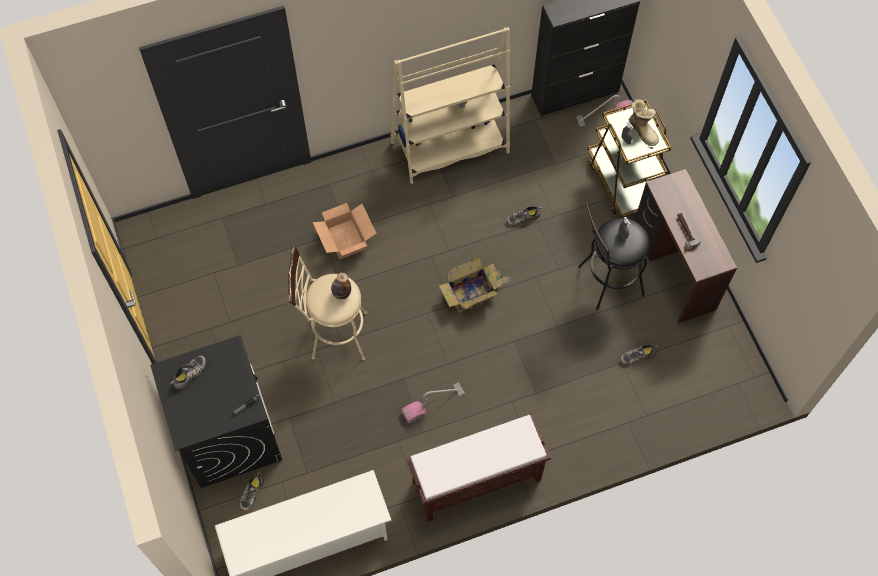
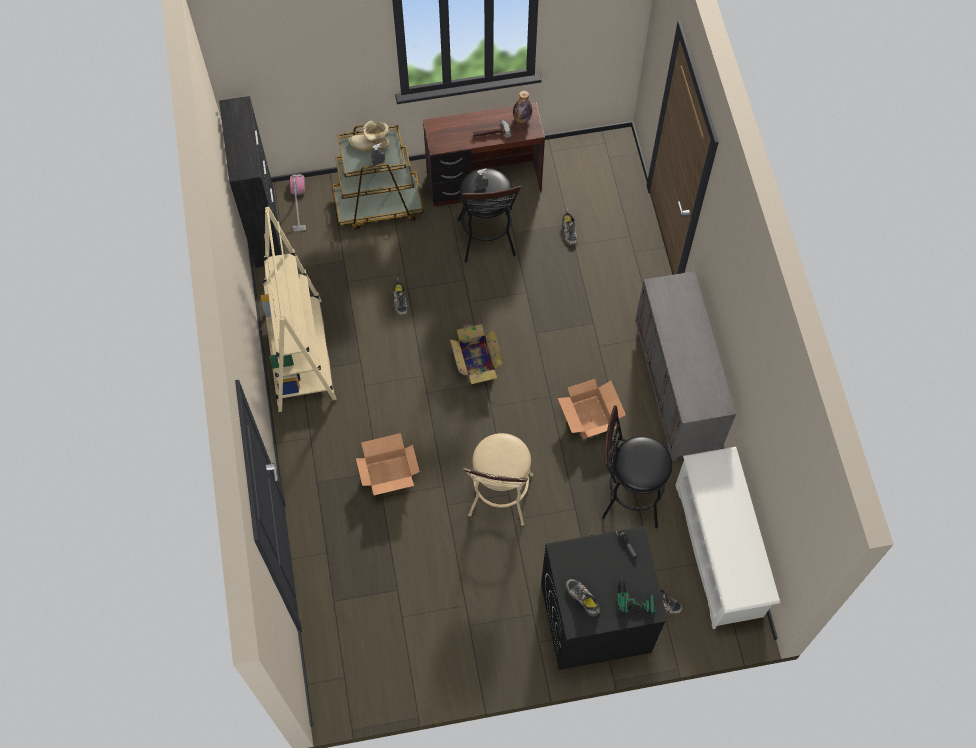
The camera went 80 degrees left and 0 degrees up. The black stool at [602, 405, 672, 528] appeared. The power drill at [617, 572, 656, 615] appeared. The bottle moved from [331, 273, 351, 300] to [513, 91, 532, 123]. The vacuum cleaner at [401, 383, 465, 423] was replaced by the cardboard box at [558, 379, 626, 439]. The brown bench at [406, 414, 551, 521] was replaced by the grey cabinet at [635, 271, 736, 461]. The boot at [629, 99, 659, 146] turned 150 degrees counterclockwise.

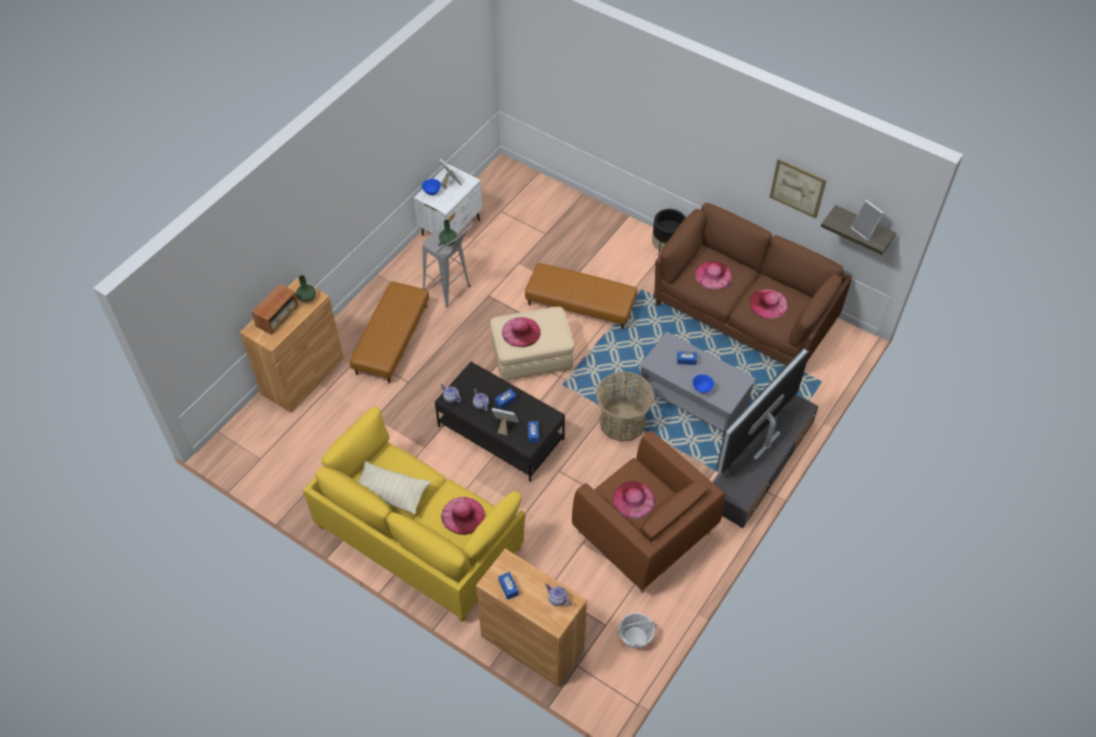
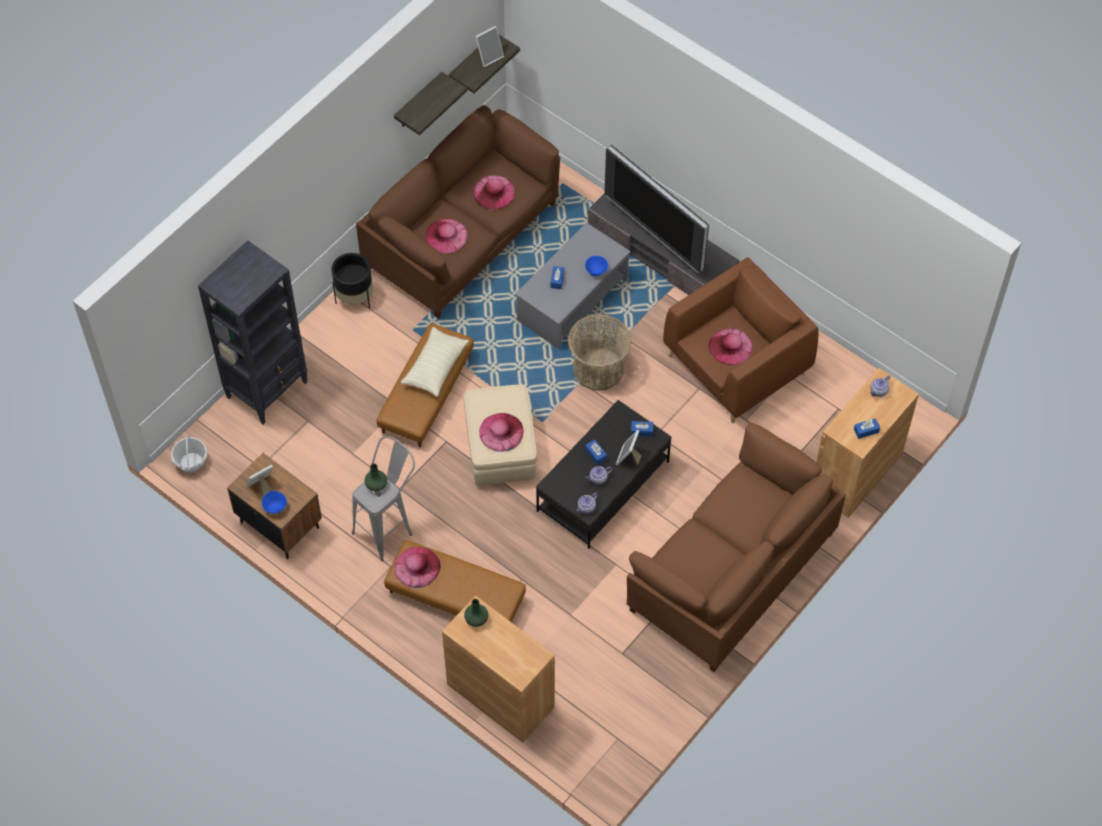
The camera went 85 degrees left and 5 degrees up. The radio at [251, 284, 299, 335] disappeared. The black bookcase at [198, 240, 308, 425] appeared. The beige pillow moved from [358, 461, 431, 514] to [401, 327, 469, 397]. The pink hat moved from [441, 497, 485, 535] to [395, 547, 441, 588]. The basket moved from [617, 613, 657, 648] to [171, 434, 207, 473]. The picture at [770, 158, 827, 219] was replaced by the shelf at [394, 72, 467, 135]. The yellow sofa at [303, 407, 525, 622] became the brown sofa at [627, 423, 846, 672]. The white nightstand at [414, 164, 483, 236] became the brown nightstand at [227, 453, 322, 559].

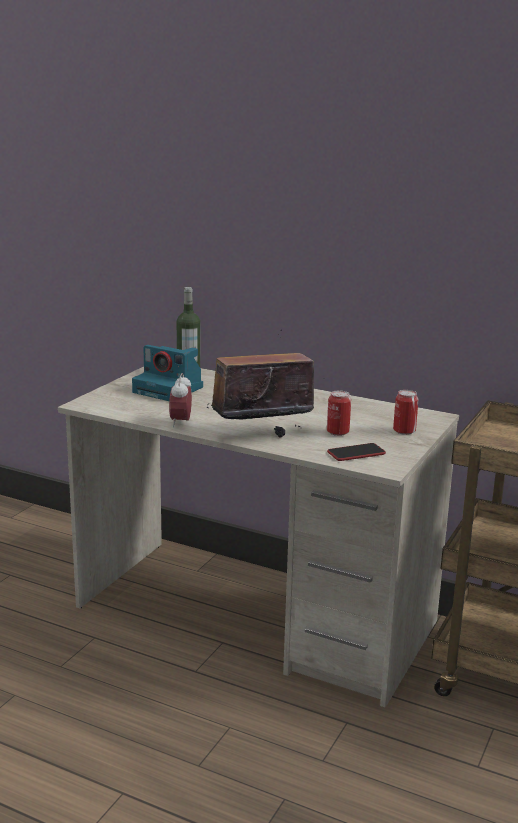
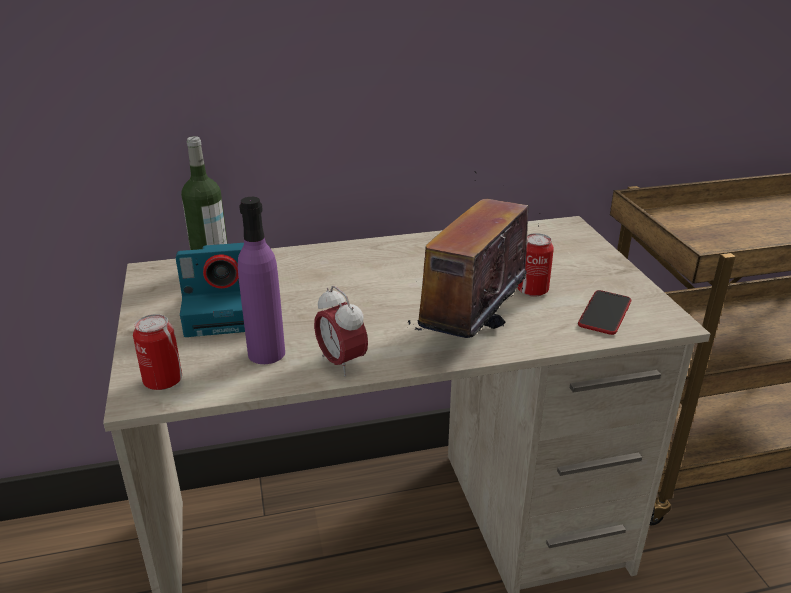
The camera went 40 degrees left and 10 degrees up. The purple bottle at [238, 197, 285, 364] appeared. The can moved from [393, 390, 418, 435] to [133, 314, 182, 390].

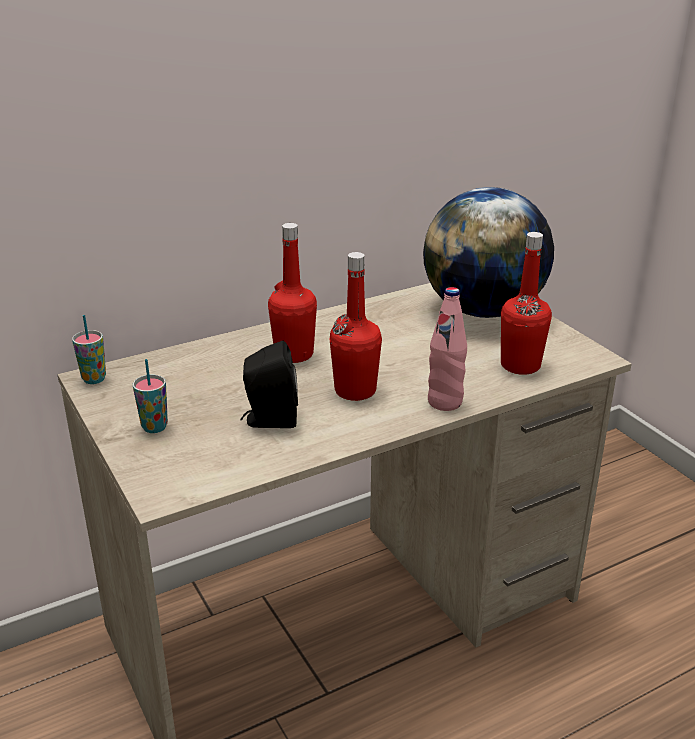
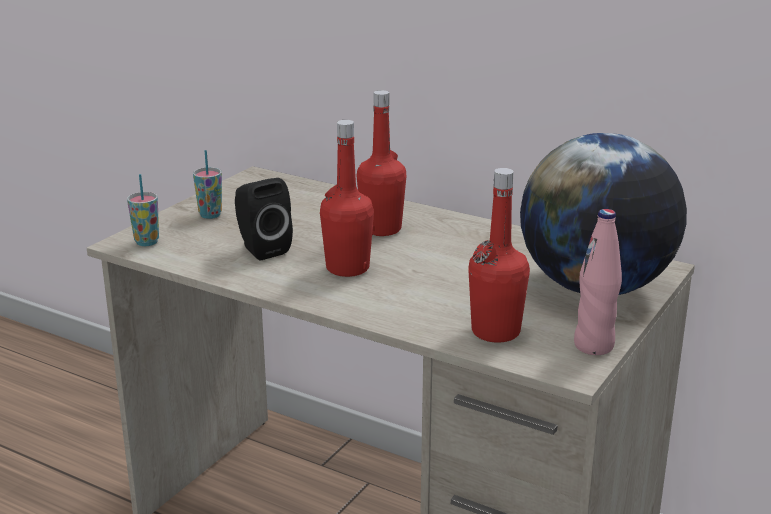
The camera went 60 degrees right and 5 degrees down. The cup moved from [72, 315, 106, 384] to [127, 174, 159, 246]. The pink bottle moved from [428, 287, 467, 411] to [574, 209, 622, 355].

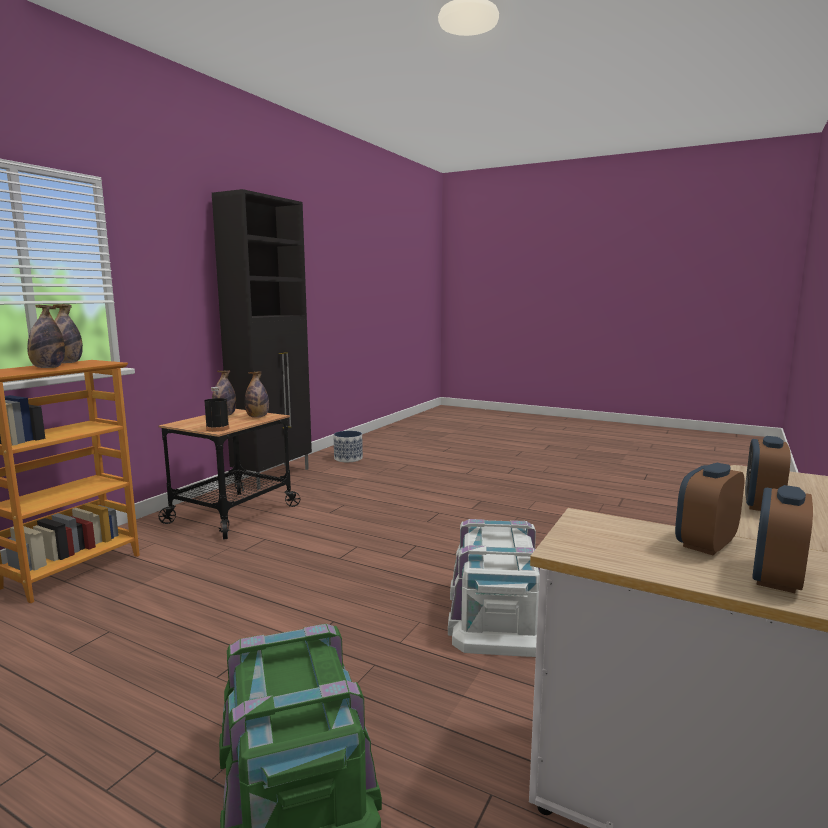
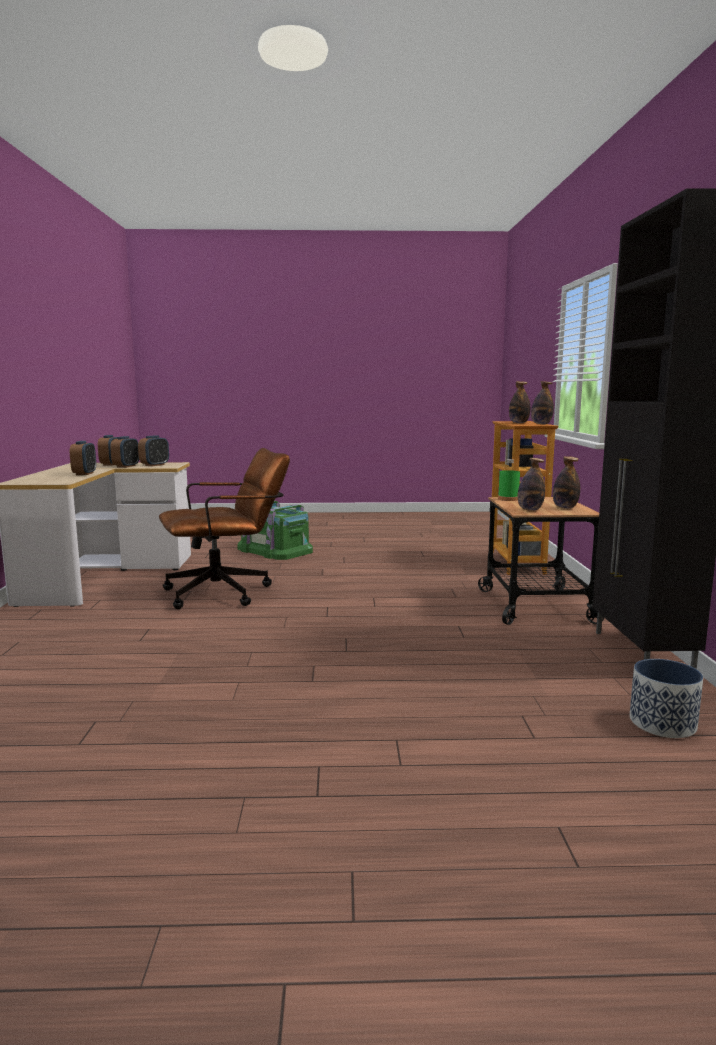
The camera went 150 degrees right and 0 degrees up. The alarm clock at [138, 435, 169, 466] appeared. The white storage box at [448, 519, 540, 657] was replaced by the brown office chair at [159, 448, 290, 609]. The black bottle at [204, 387, 229, 432] became the green bottle at [498, 459, 520, 501].

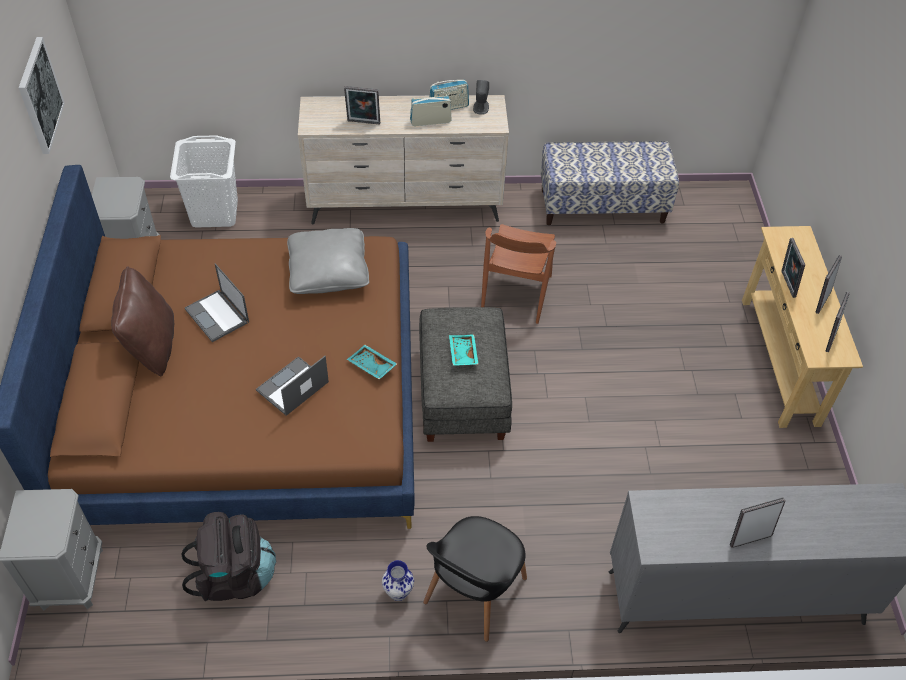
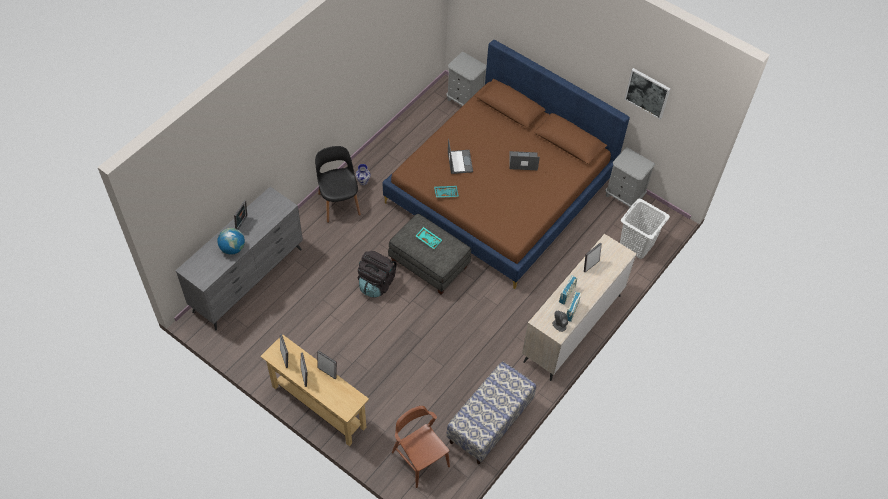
The camera went 130 degrees right and 5 degrees up. The brown pillow at [111, 266, 174, 376] disappeared. The grey pillow at [287, 228, 369, 294] disappeared. The globe at [217, 228, 245, 255] appeared. The black backpack moved from [181, 512, 276, 601] to [358, 251, 397, 297]. The brown chair moved from [481, 224, 556, 324] to [392, 406, 450, 488].

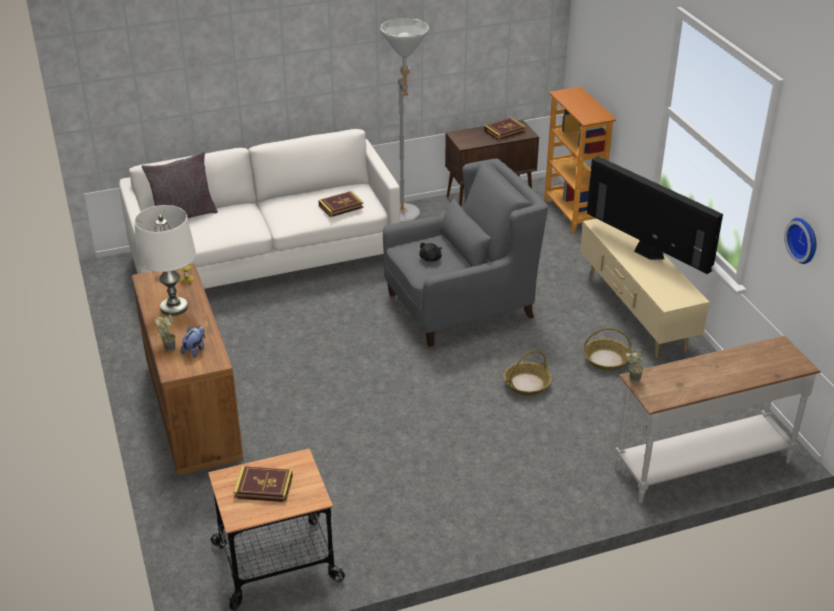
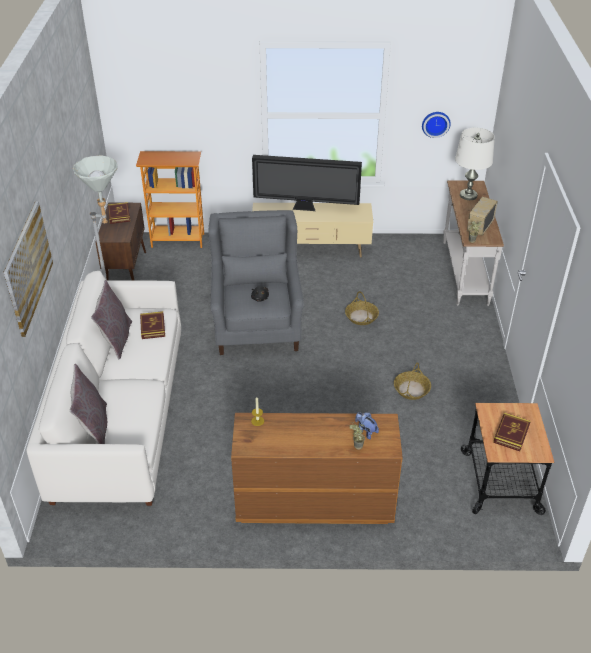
The camera went 70 degrees left and 5 degrees up. The picture at [3, 201, 53, 337] appeared. The grey pillow at [91, 280, 132, 359] appeared. The radio at [467, 197, 498, 236] appeared. The white table lamp moved from [134, 205, 196, 316] to [455, 128, 495, 200]. The basket moved from [584, 328, 631, 371] to [394, 362, 431, 400]. The television at [587, 156, 723, 274] turned 150 degrees counterclockwise.

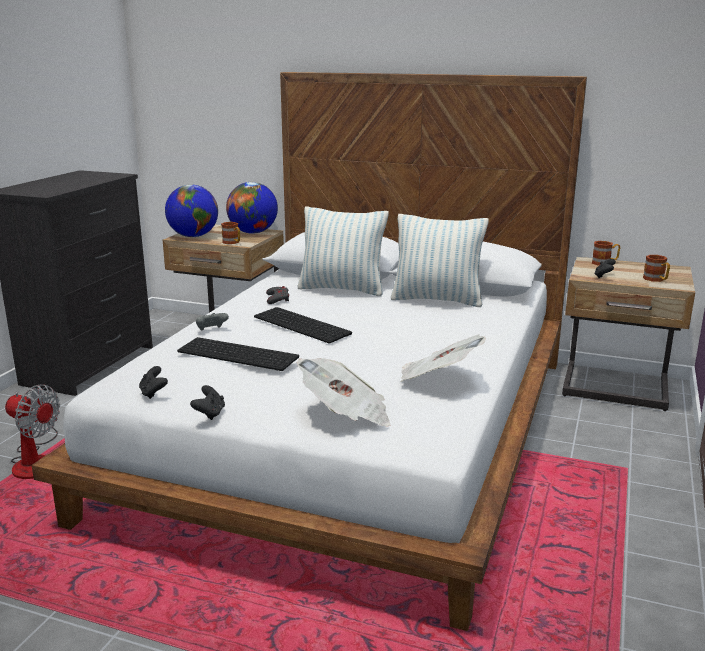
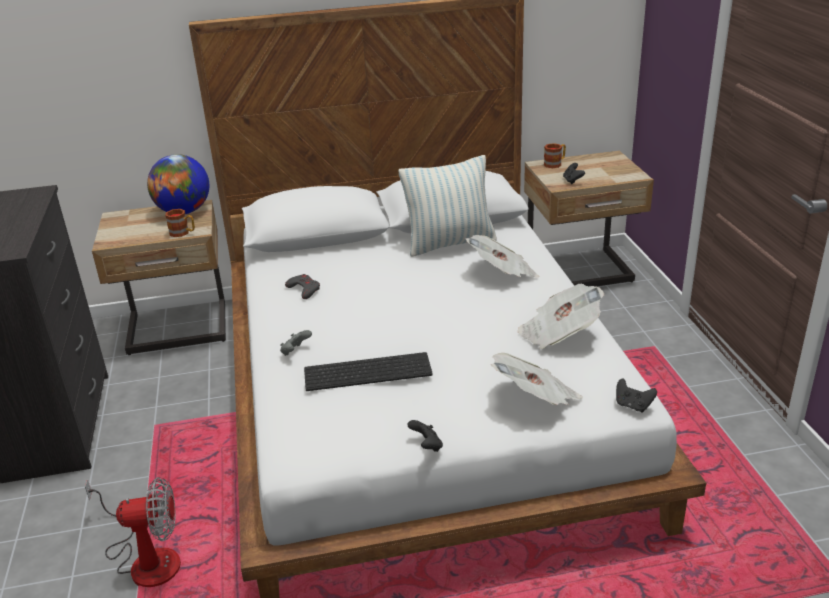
The camera went 30 degrees left and 10 degrees up. The globe at [165, 185, 218, 237] disappeared. The keyboard at [254, 307, 352, 343] disappeared. The pillow at [298, 206, 389, 296] disappeared. The mug at [643, 255, 670, 282] disappeared. The newspaper at [466, 235, 539, 277] appeared. The black game controller moved from [139, 366, 168, 399] to [616, 378, 657, 413].

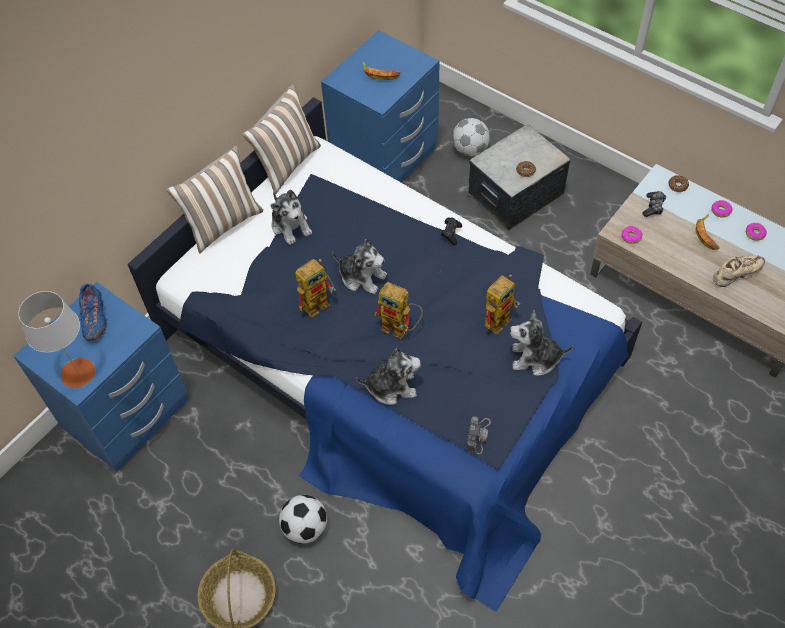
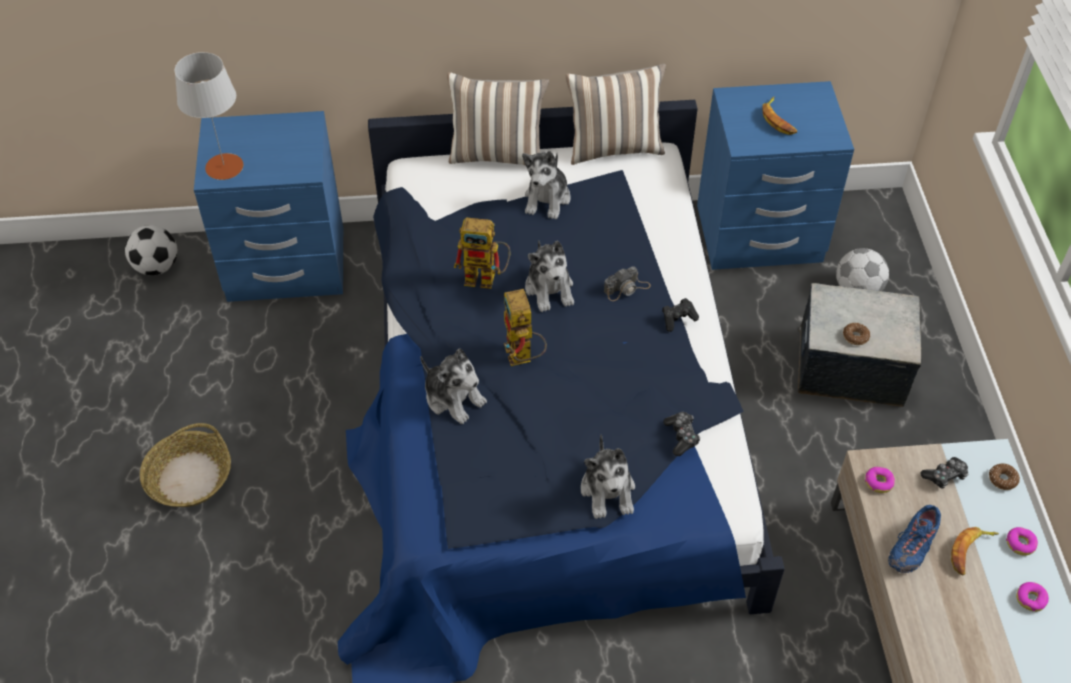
The camera went 45 degrees right and 5 degrees down. The toy robot at [484, 274, 520, 335] disappeared. The beige shoe at [713, 255, 765, 287] disappeared. The game controller at [663, 412, 700, 456] appeared. The blue shoe moved from [79, 284, 107, 341] to [888, 505, 941, 573]. The football moved from [279, 495, 327, 544] to [125, 225, 177, 275]. The photo camera moved from [467, 416, 491, 454] to [604, 266, 651, 301]. The plush toy at [510, 310, 573, 376] turned 150 degrees counterclockwise.

